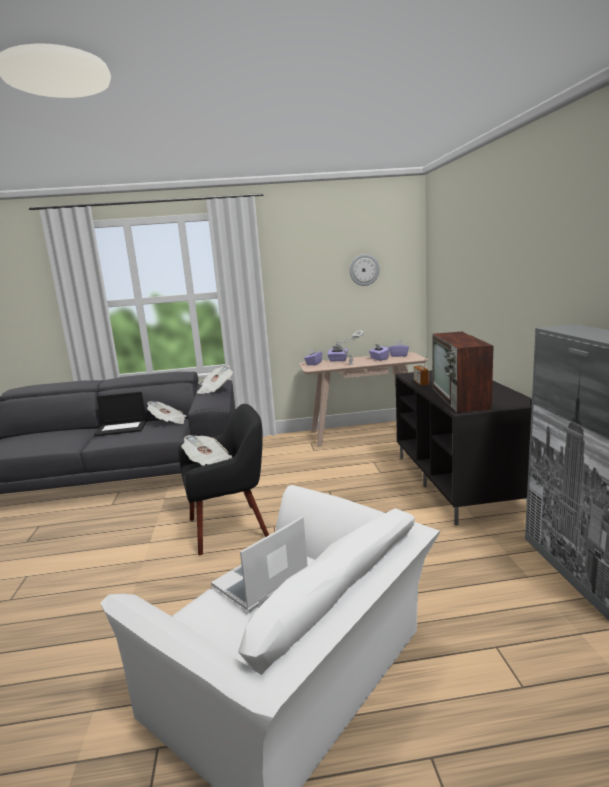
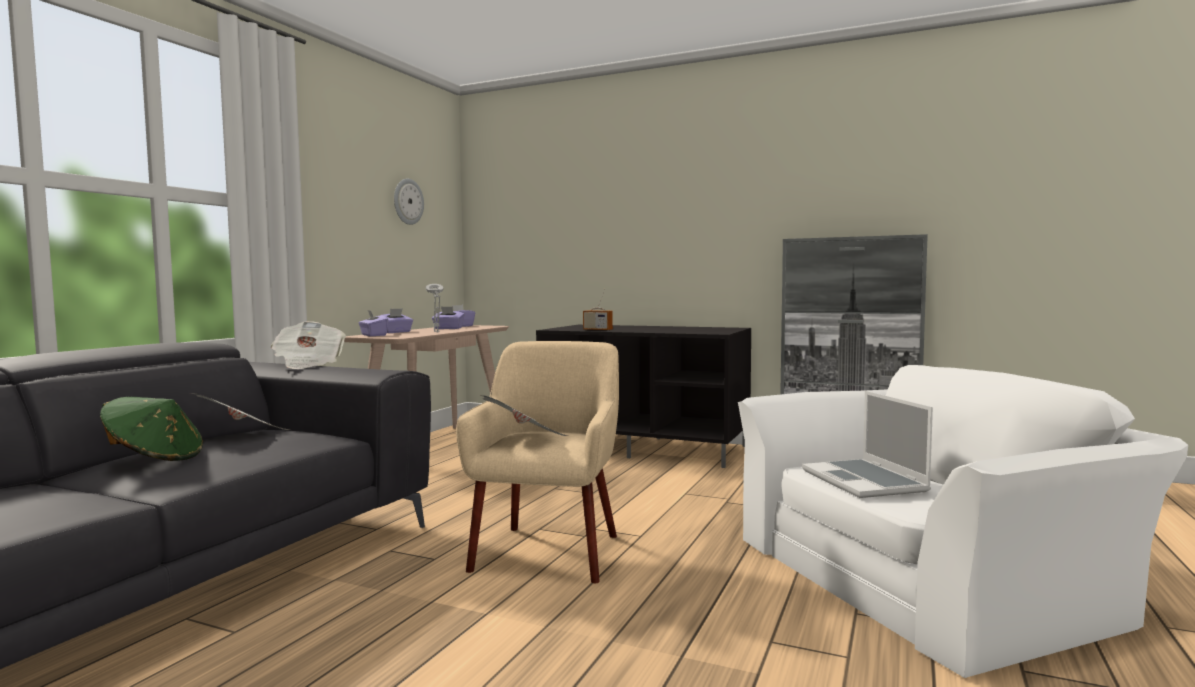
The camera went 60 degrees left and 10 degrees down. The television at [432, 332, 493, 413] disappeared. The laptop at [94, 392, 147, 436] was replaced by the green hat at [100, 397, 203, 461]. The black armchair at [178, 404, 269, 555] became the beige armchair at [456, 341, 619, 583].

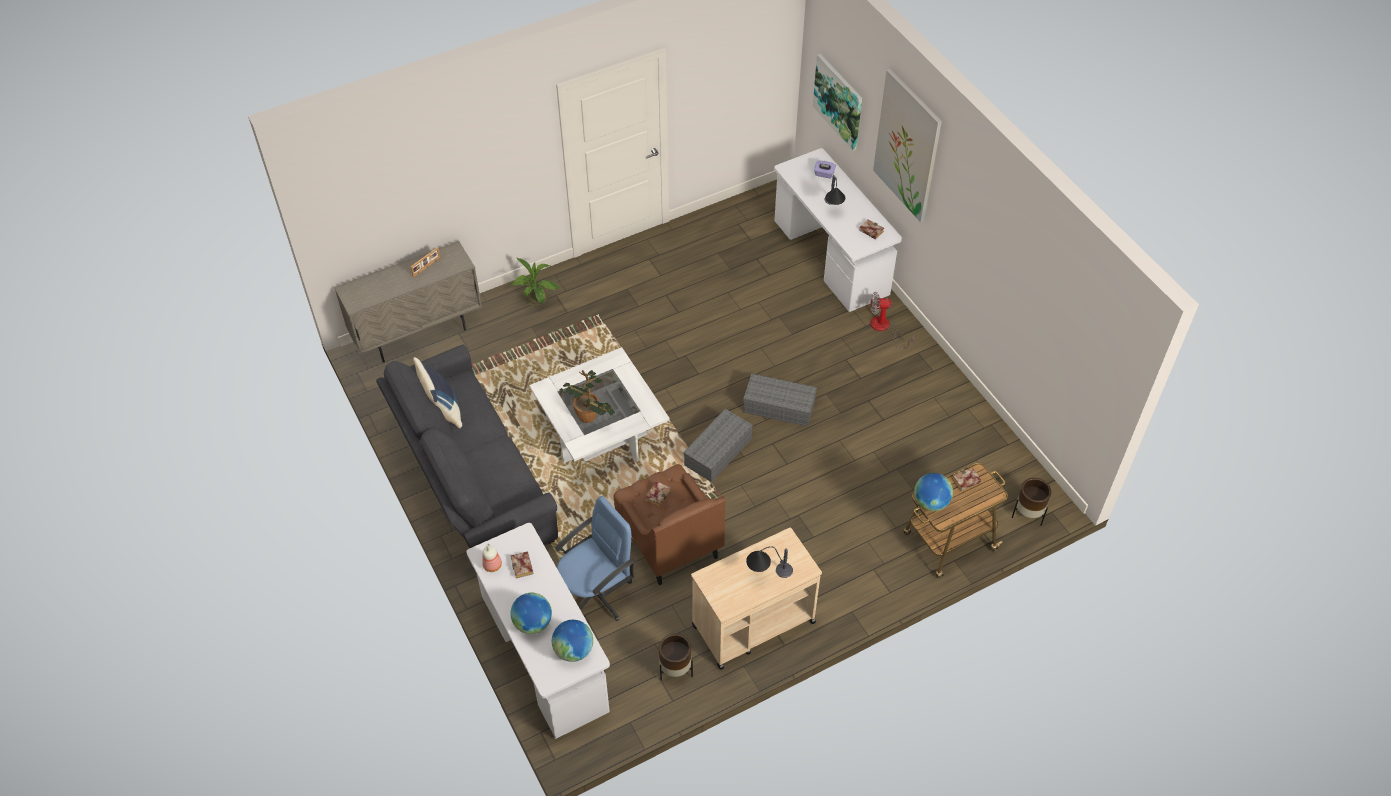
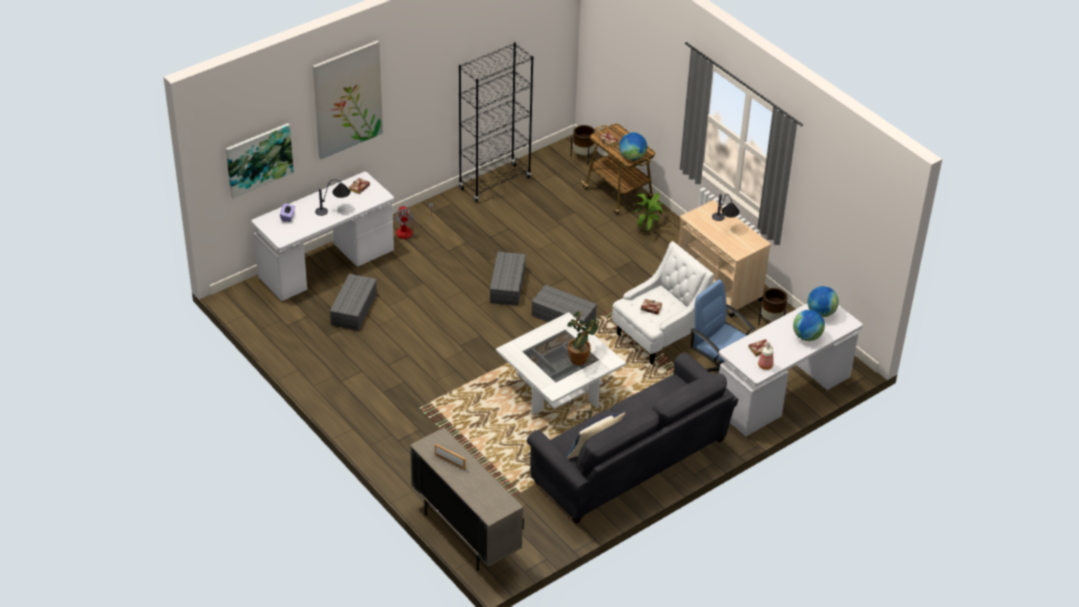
The camera went 100 degrees left and 10 degrees down. The grey storage box at [330, 274, 377, 331] appeared. The black bookcase at [459, 42, 534, 202] appeared. The potted plant moved from [510, 258, 561, 306] to [633, 193, 663, 234]. The brown armchair at [613, 464, 726, 585] became the white armchair at [612, 241, 714, 365].

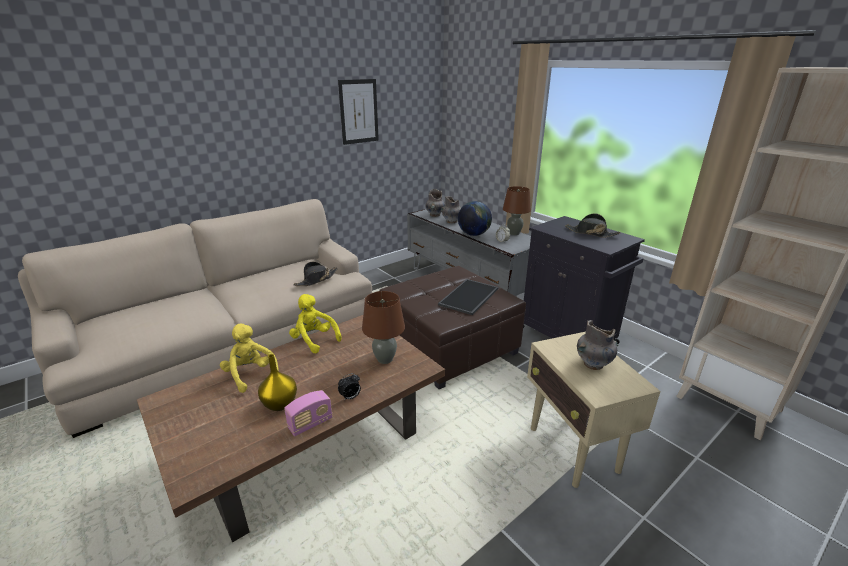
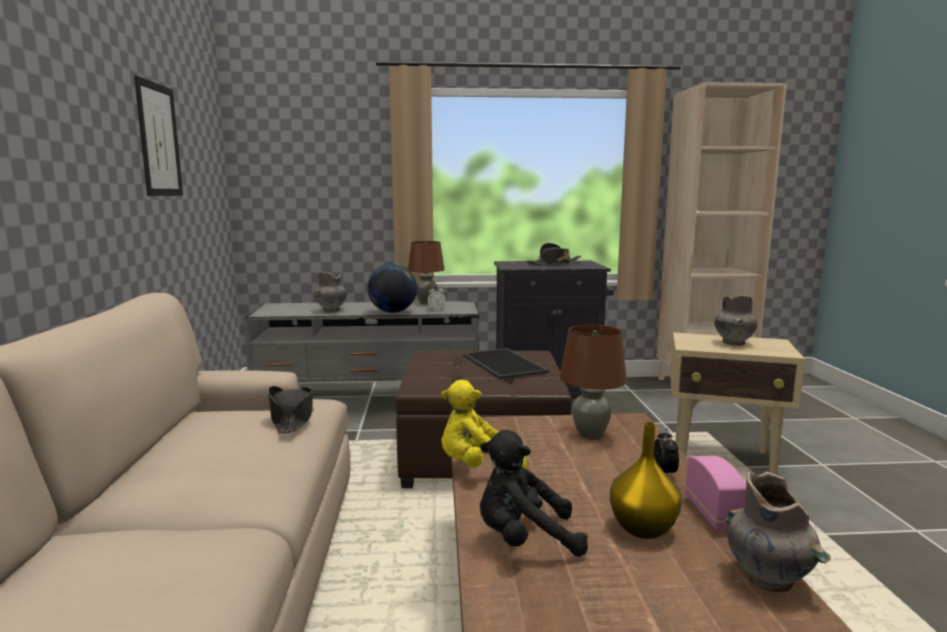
The camera went 55 degrees left and 15 degrees down. The grey vase moved from [426, 189, 445, 217] to [725, 471, 831, 592]. The yellow plush toy at [220, 323, 278, 393] became the black plush toy at [480, 430, 588, 556].

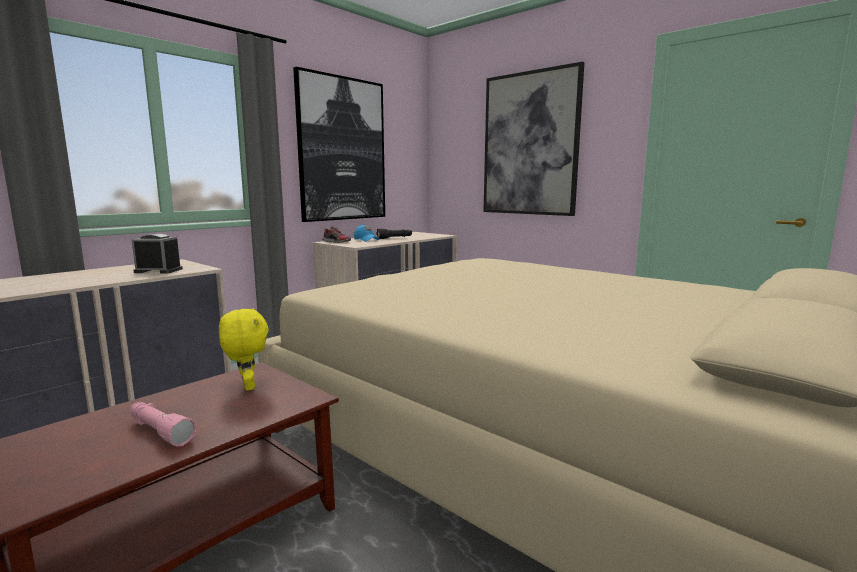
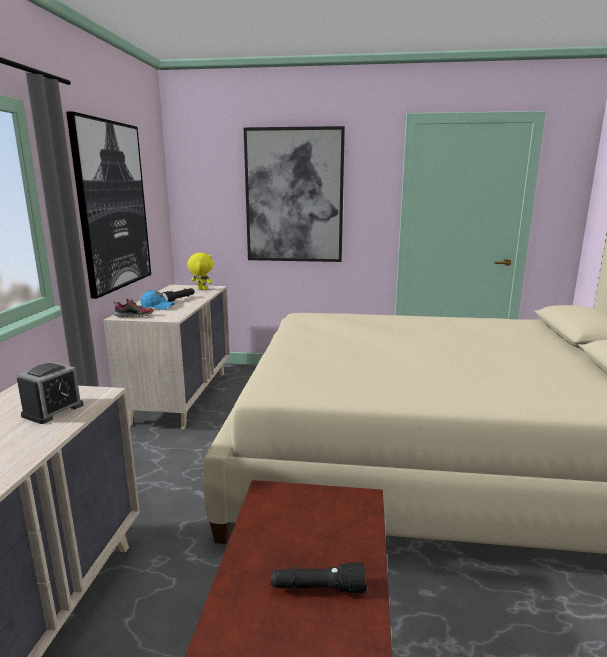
The camera went 35 degrees left and 5 degrees up. The yellow plush toy moved from [219, 308, 269, 391] to [187, 253, 213, 290]. The pink flashlight at [130, 402, 196, 446] became the black flashlight at [271, 562, 367, 593]. The alarm clock at [132, 234, 183, 273] turned 150 degrees clockwise.

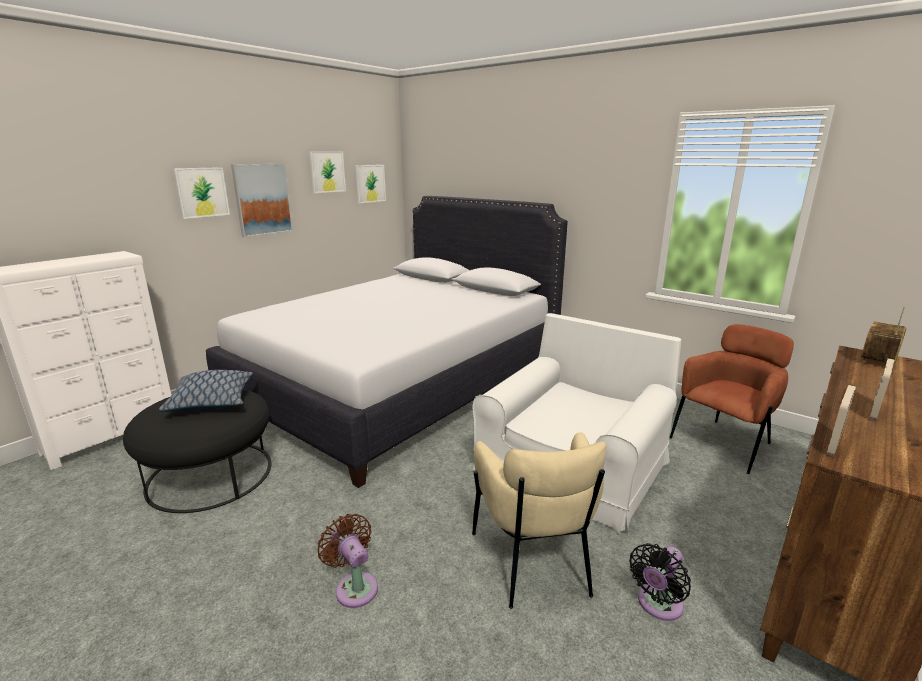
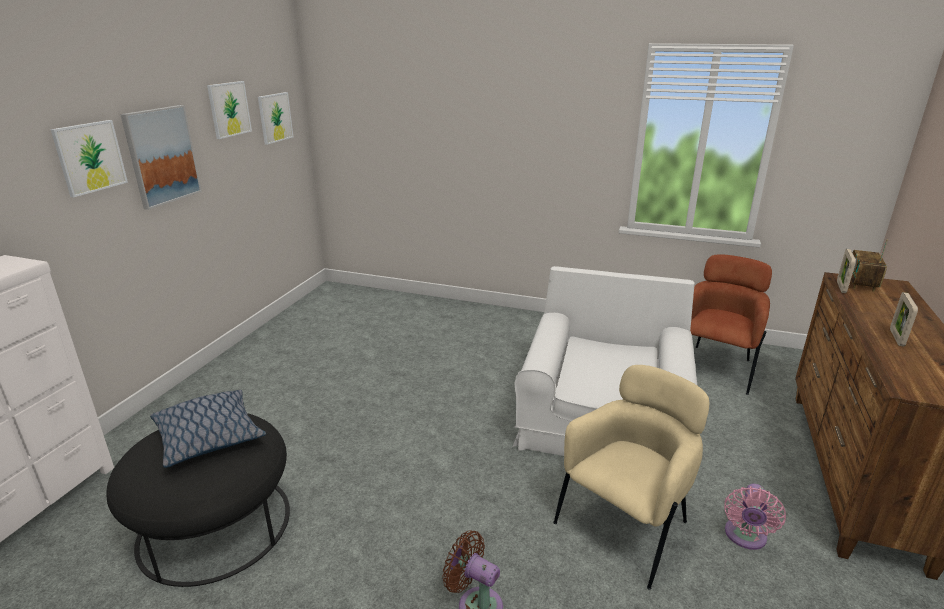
The camera went 20 degrees left and 5 degrees up. The white bed at [206, 196, 568, 488] disappeared. The picture frame moved from [826, 385, 856, 457] to [837, 249, 856, 293]. The black fan at [629, 543, 691, 621] became the pink fan at [724, 484, 786, 550]. The beige armchair at [472, 432, 607, 609] turned 105 degrees counterclockwise.

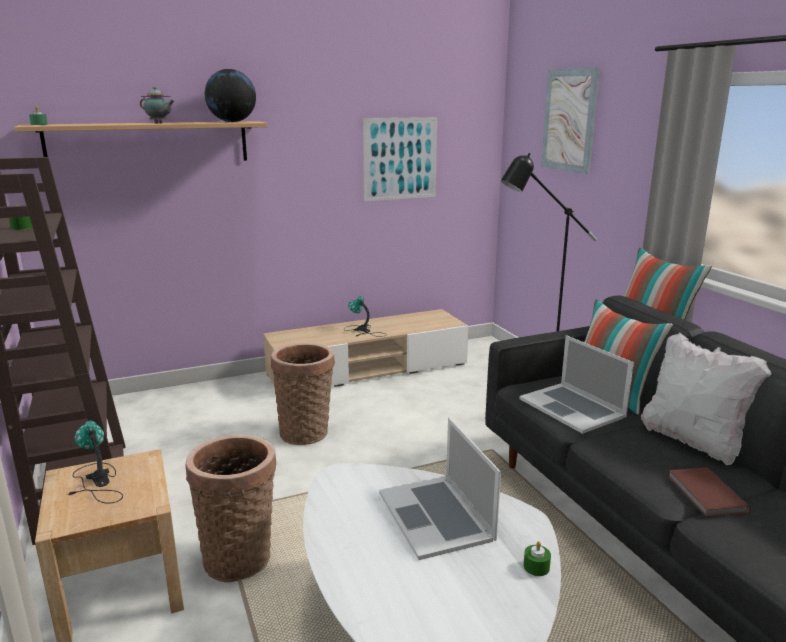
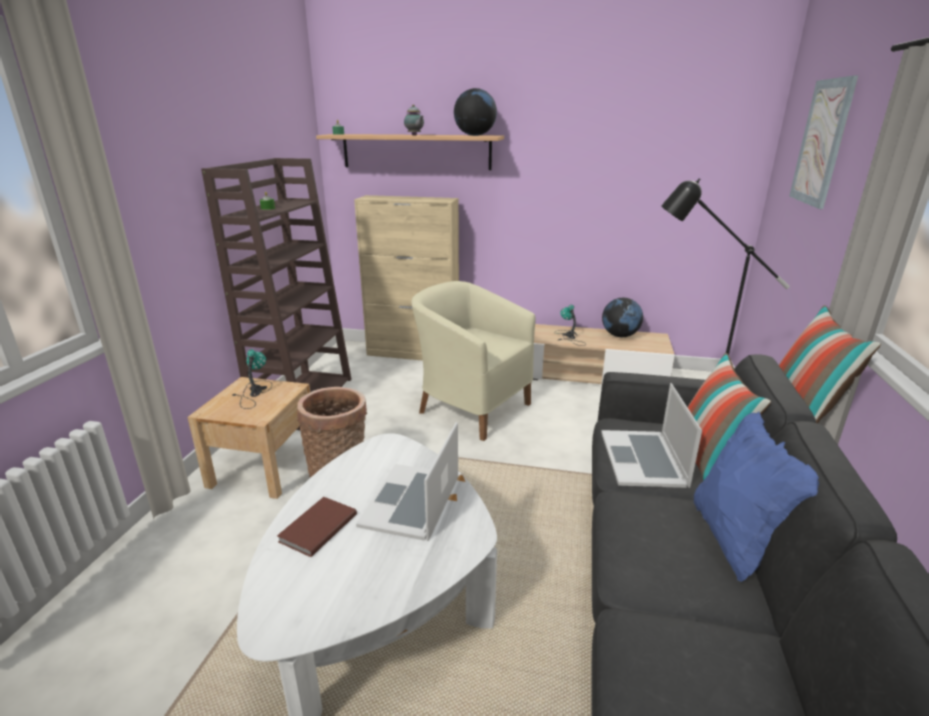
The camera went 35 degrees right and 5 degrees up. The picture at [363, 117, 437, 201] disappeared. The green candle at [523, 541, 551, 576] disappeared. The beige cabinet at [354, 195, 459, 361] appeared. The globe at [602, 298, 643, 337] appeared. The brown book moved from [668, 468, 750, 517] to [277, 497, 357, 557]. The basket at [271, 343, 335, 445] was replaced by the beige armchair at [412, 281, 536, 441]. The white pillow at [641, 332, 771, 465] became the blue pillow at [694, 412, 819, 582].

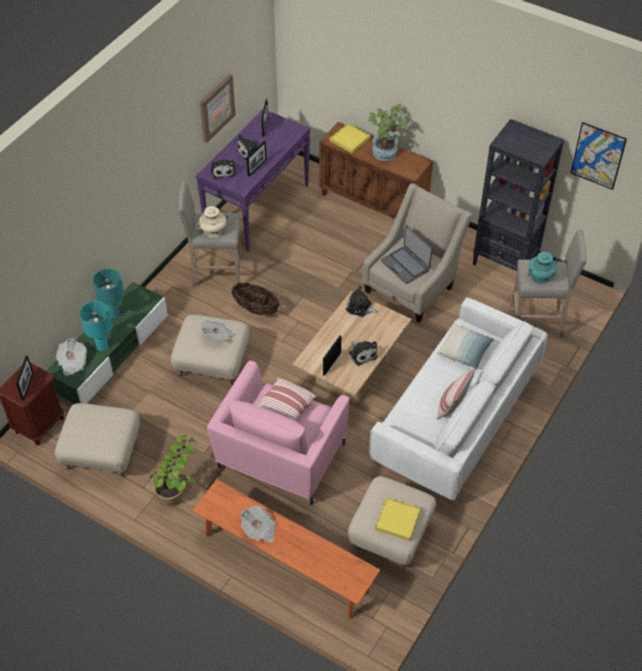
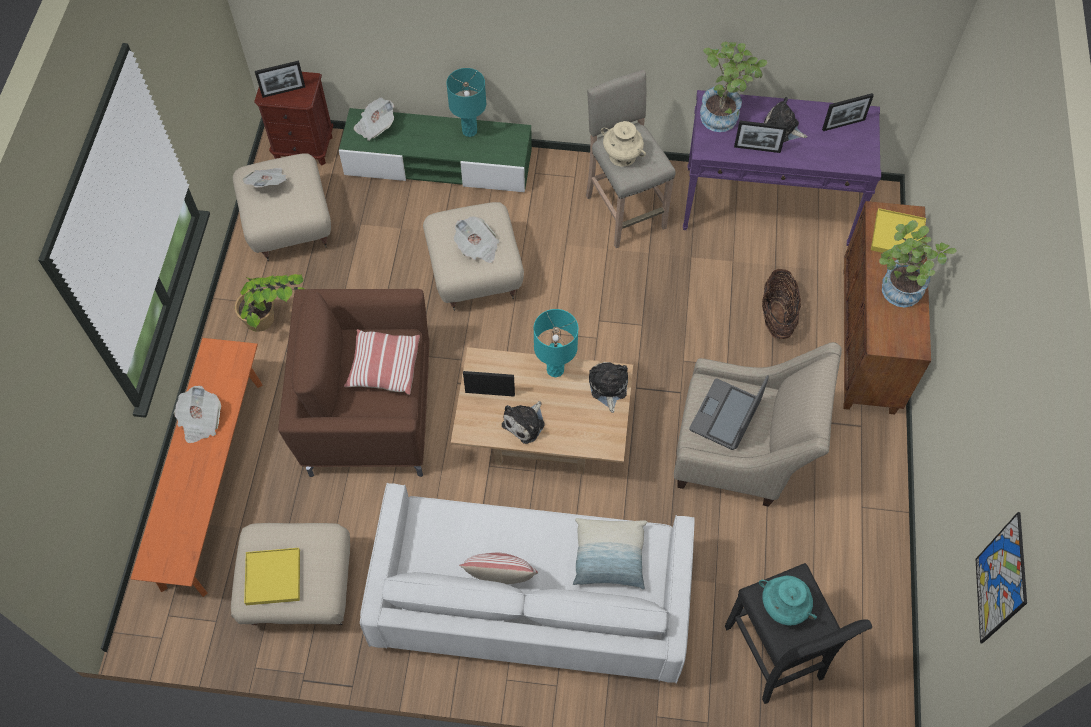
The camera went 65 degrees right and 10 degrees up. The picture at [200, 74, 236, 143] disappeared. The black bookcase at [473, 119, 564, 271] disappeared. The newspaper at [243, 167, 287, 187] appeared. The turquoise table lamp moved from [80, 301, 112, 351] to [534, 309, 578, 377]. The basket moved from [231, 283, 279, 316] to [762, 269, 801, 339]. The plush toy at [211, 159, 235, 180] was replaced by the potted plant at [700, 42, 768, 132]. The pink armchair at [207, 361, 350, 505] became the brown armchair at [278, 289, 429, 477]. The beige stool at [510, 229, 587, 337] became the black stool at [725, 563, 872, 704].

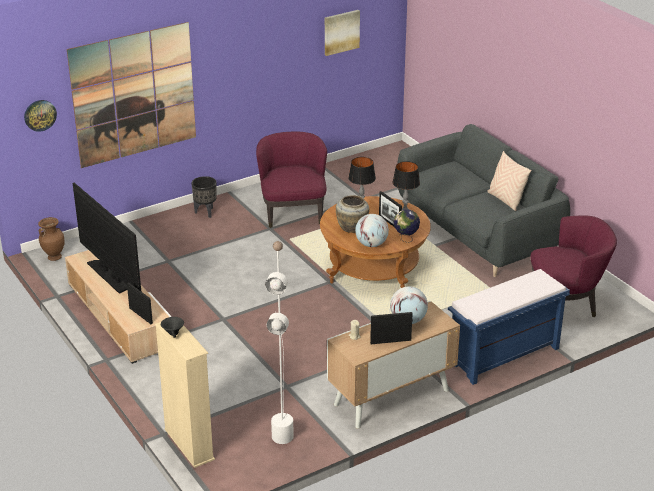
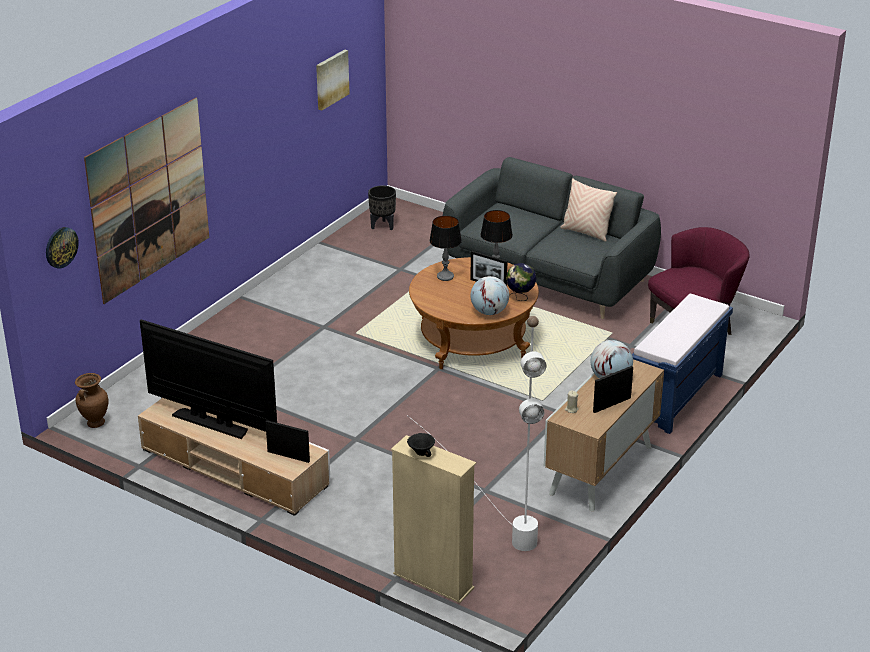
The camera went 25 degrees left and 0 degrees up. The purple armchair at [256, 131, 327, 228] disappeared. The beige vase at [336, 195, 369, 233] disappeared. The black planter moved from [191, 176, 217, 218] to [368, 185, 396, 230].

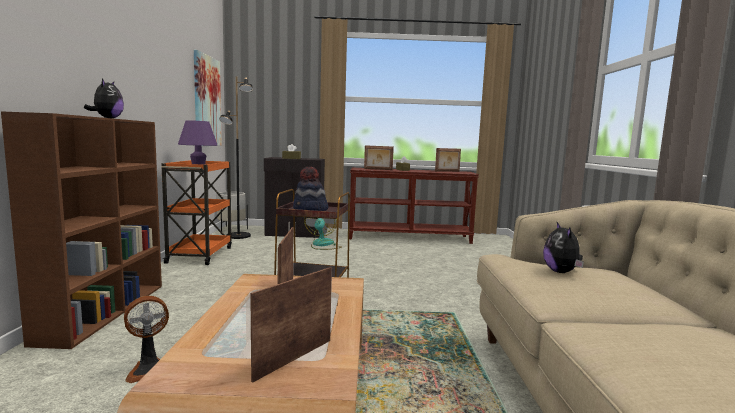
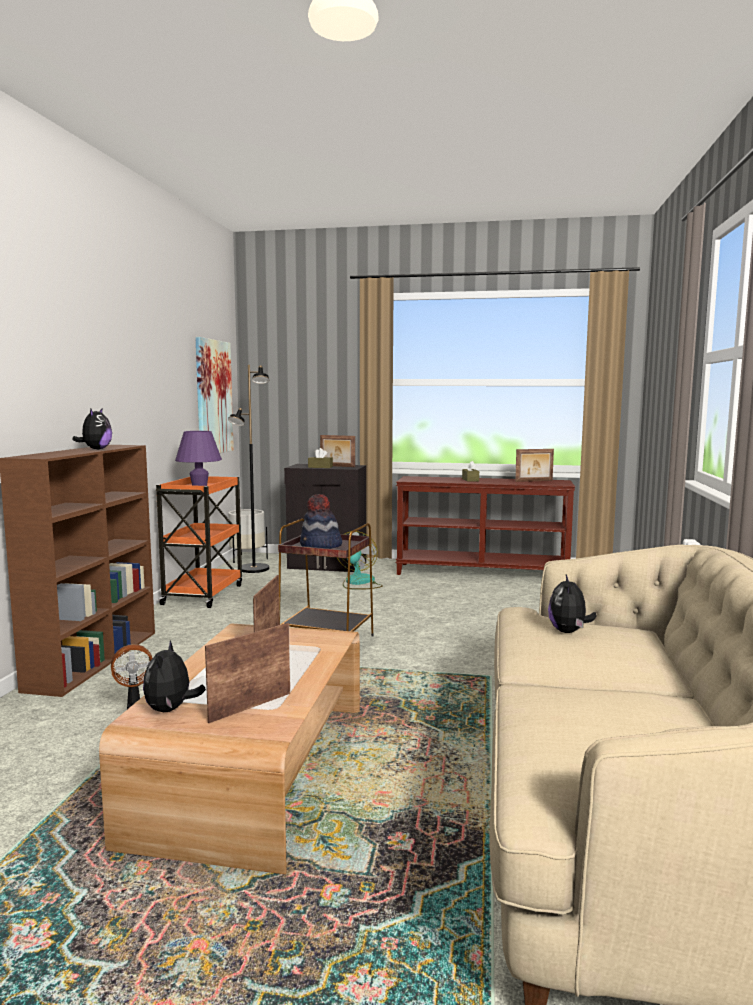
The camera went 10 degrees right and 0 degrees up. The plush toy at [143, 641, 206, 712] appeared. The picture frame moved from [364, 145, 394, 170] to [320, 435, 355, 467].

